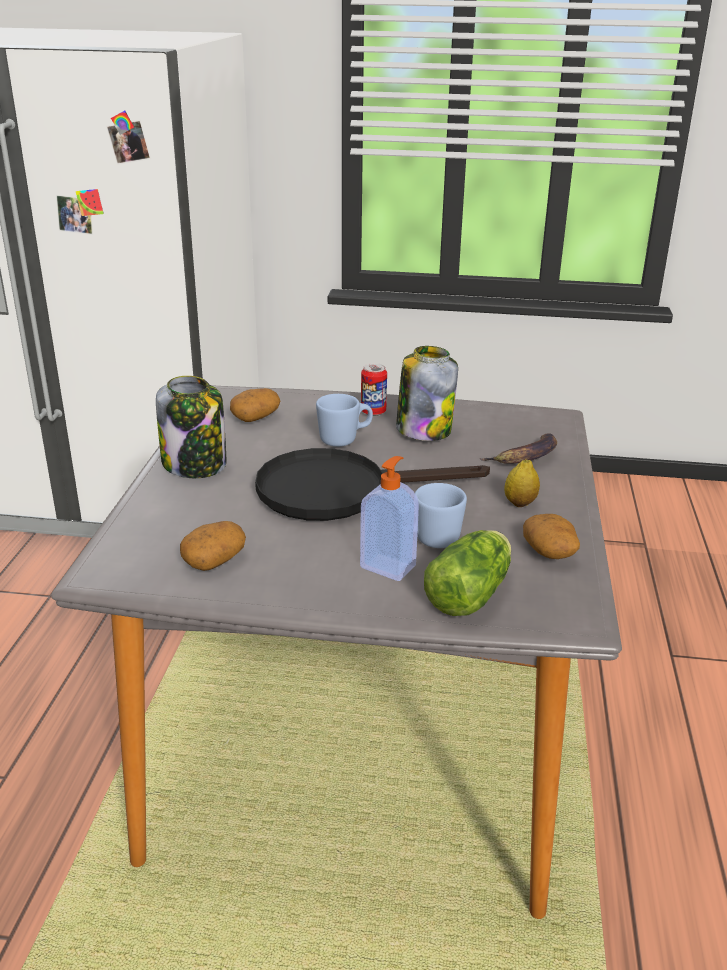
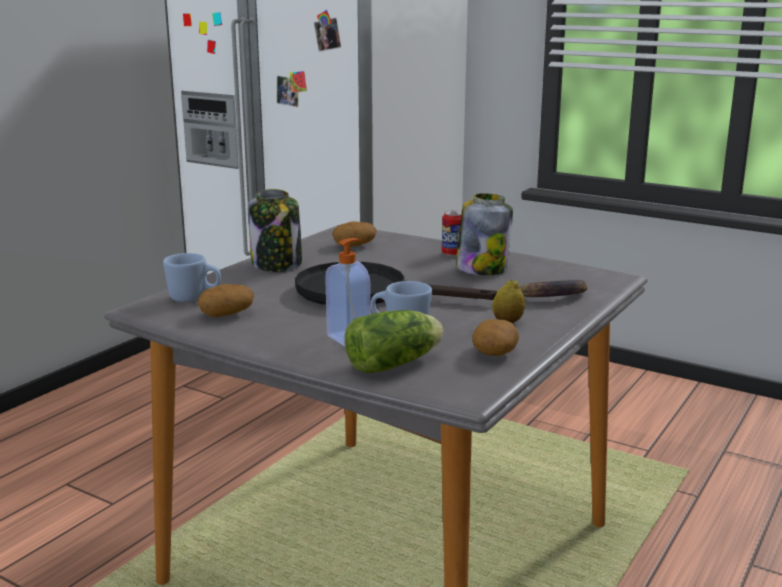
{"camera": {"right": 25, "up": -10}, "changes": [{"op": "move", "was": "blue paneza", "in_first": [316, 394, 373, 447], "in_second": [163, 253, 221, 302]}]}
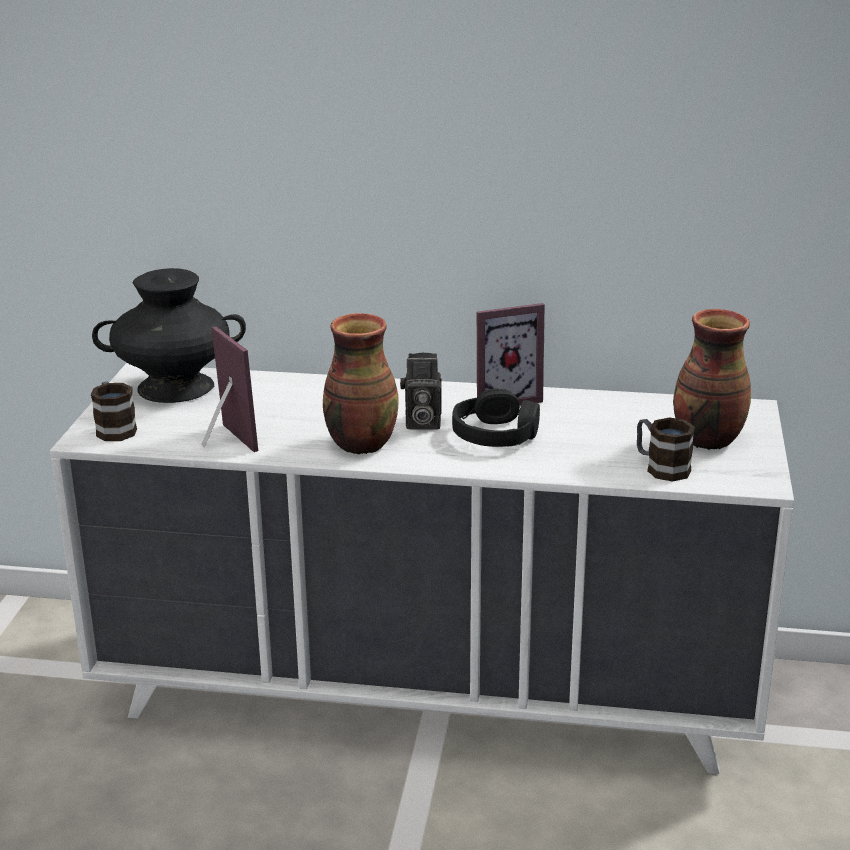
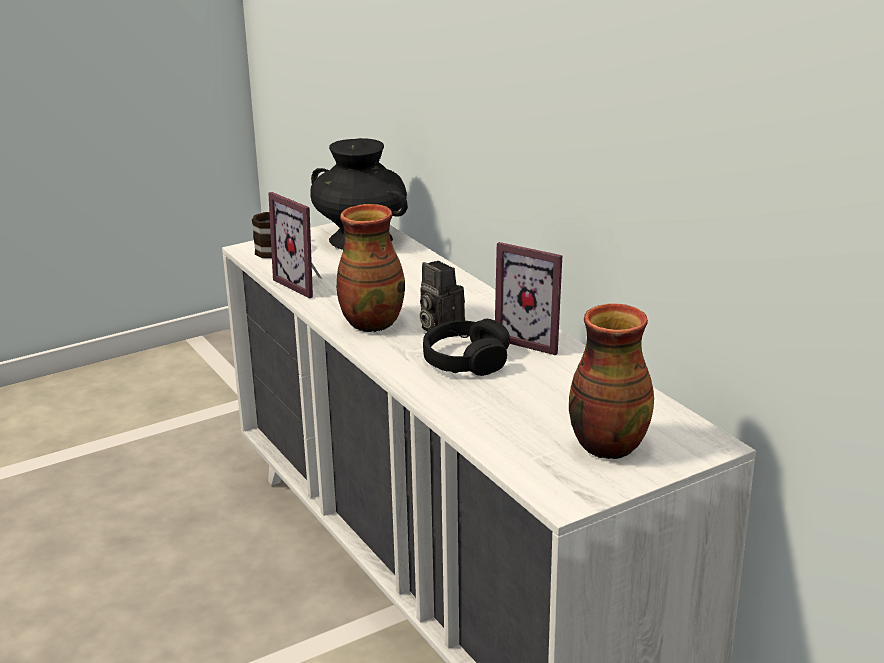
{"camera": {"right": 50, "up": 0}, "changes": [{"op": "delete", "was": "paneza", "in_first": [637, 417, 695, 482]}, {"op": "rotate", "was": "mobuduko", "in_first": [201, 326, 258, 452], "in_second": [268, 192, 322, 298], "clockwise": 120}]}
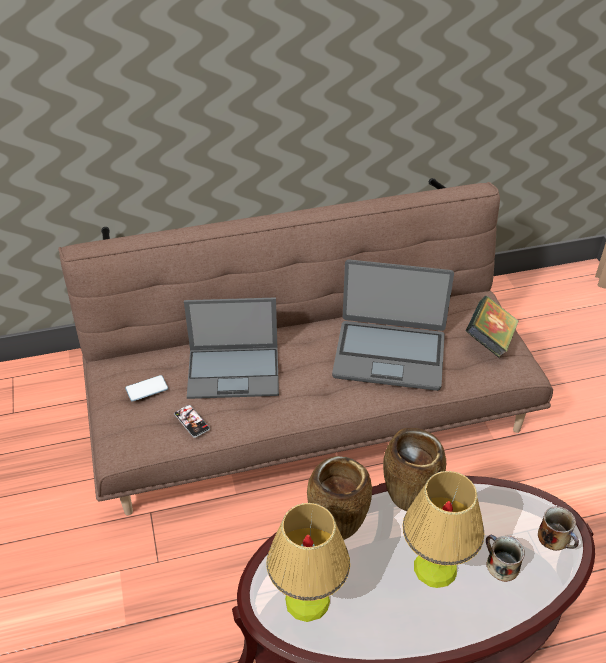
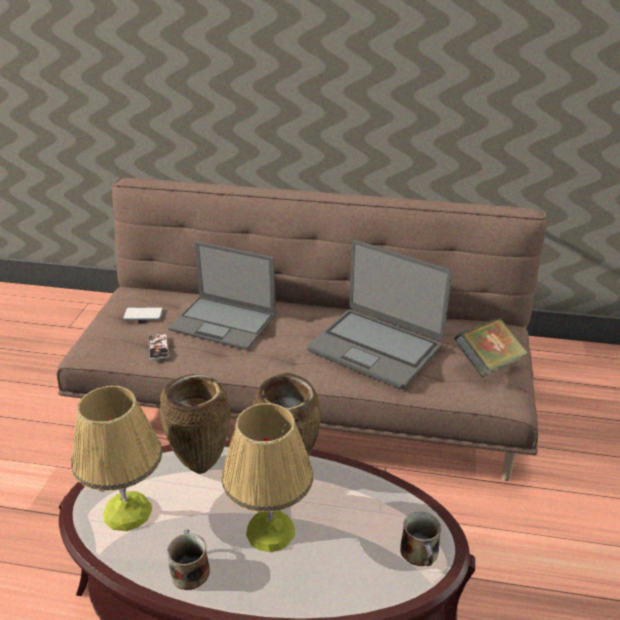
{"camera": {"right": 25, "up": -10}, "changes": [{"op": "move", "was": "paneza", "in_first": [486, 535, 525, 582], "in_second": [167, 529, 210, 590]}]}
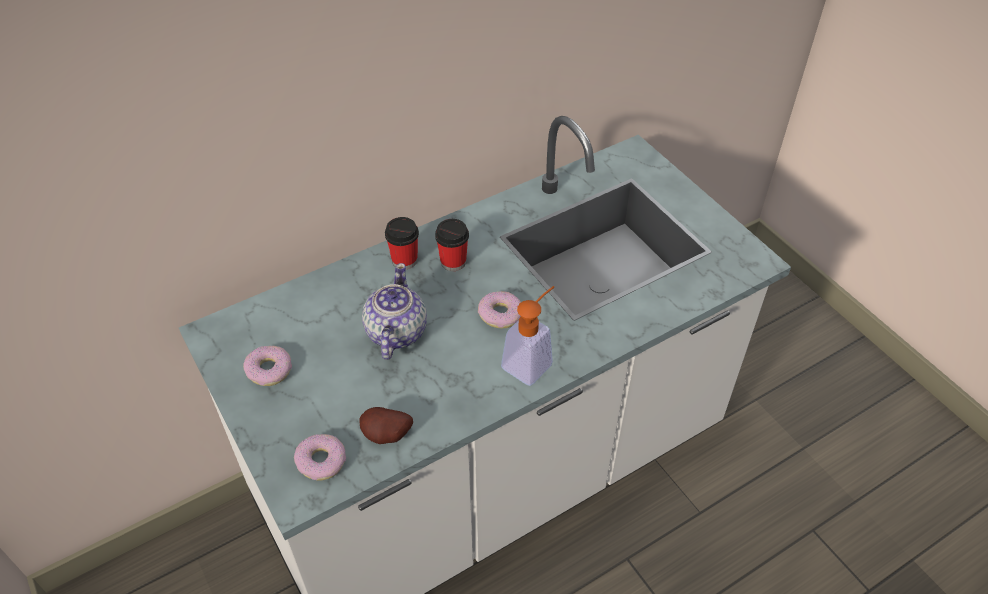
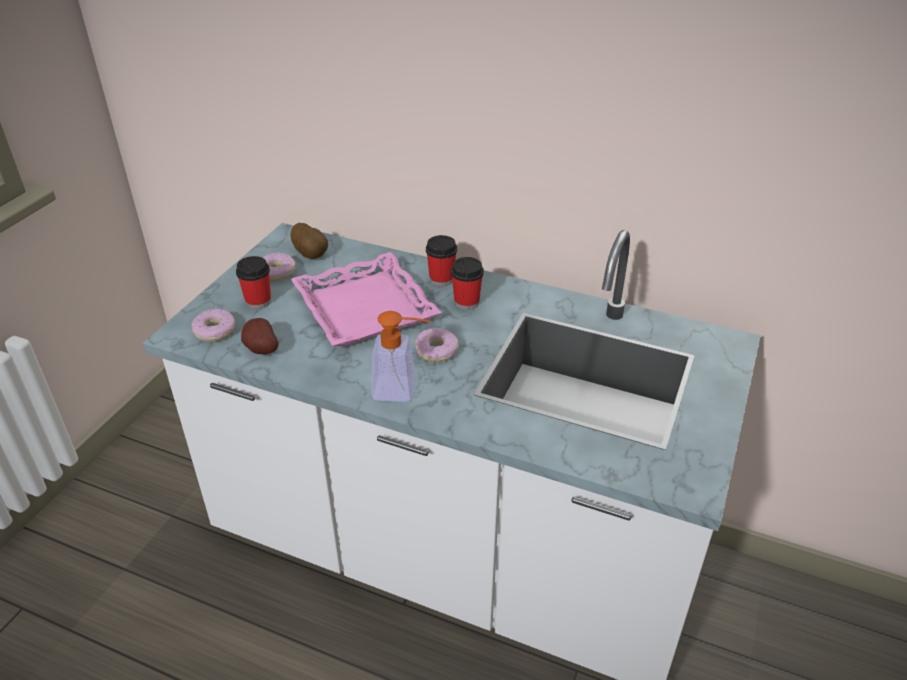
{"camera": {"right": 55, "up": -10}, "changes": [{"op": "insert", "now": "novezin", "in_second": [236, 256, 271, 309]}, {"op": "insert", "now": "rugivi", "in_second": [291, 223, 328, 259]}, {"op": "replace", "was": "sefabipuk", "now": "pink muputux", "in_first": [362, 263, 427, 360], "in_second": [291, 252, 442, 347]}]}
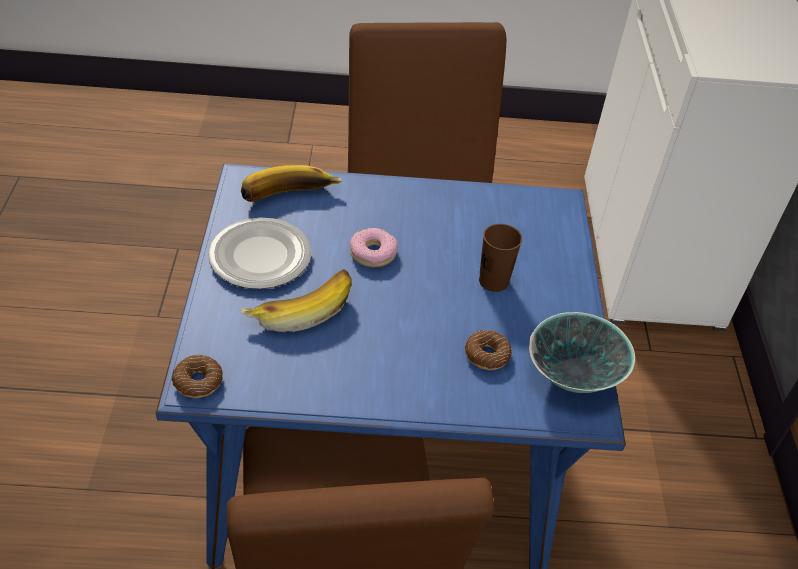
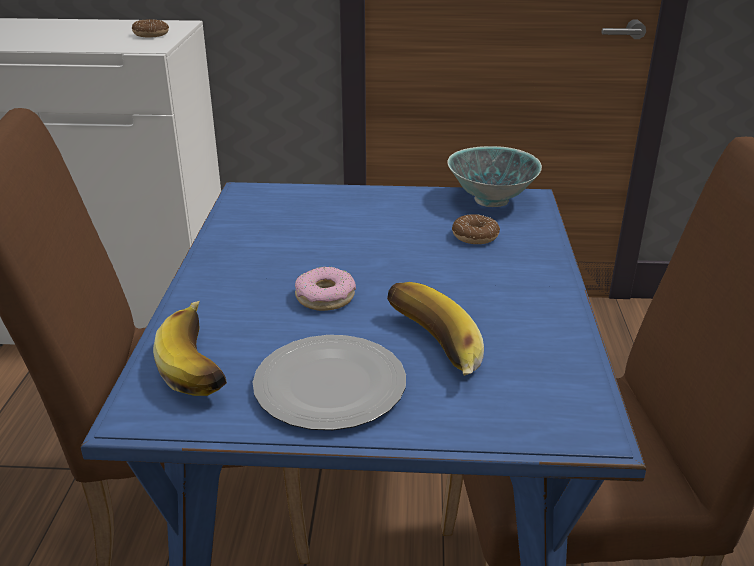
{"camera": {"right": -85, "up": -15}, "changes": [{"op": "delete", "was": "brown novezin", "in_first": [479, 224, 522, 292]}, {"op": "move", "was": "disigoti", "in_first": [172, 355, 223, 398], "in_second": [132, 19, 169, 38]}]}
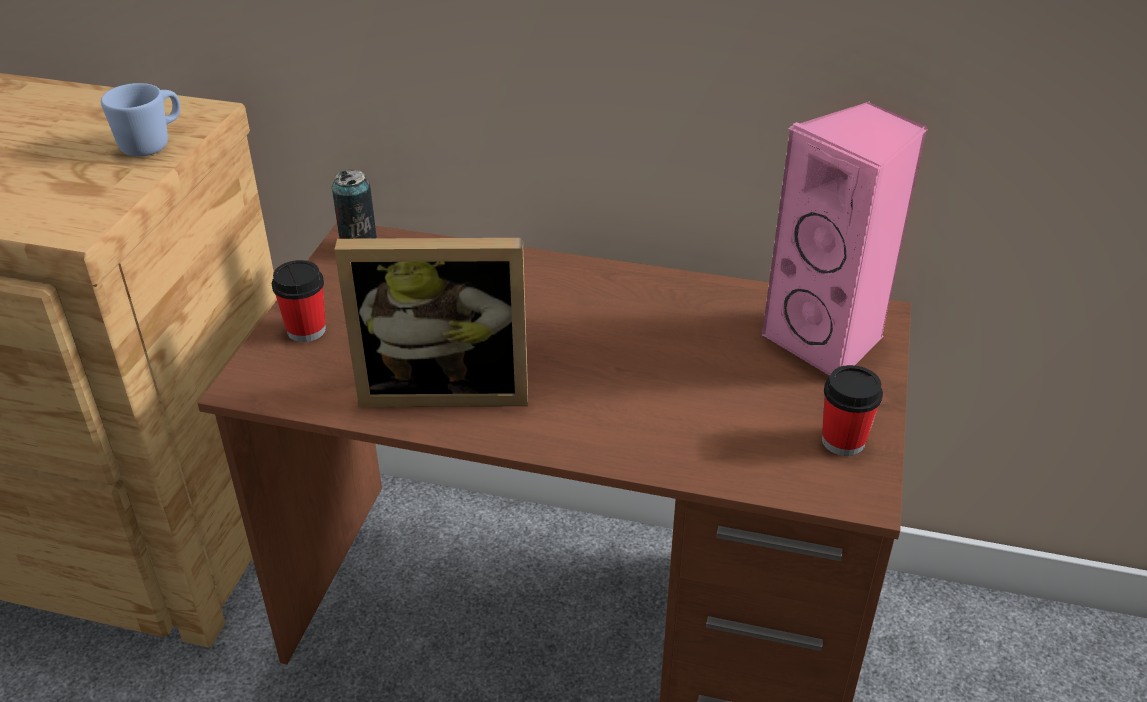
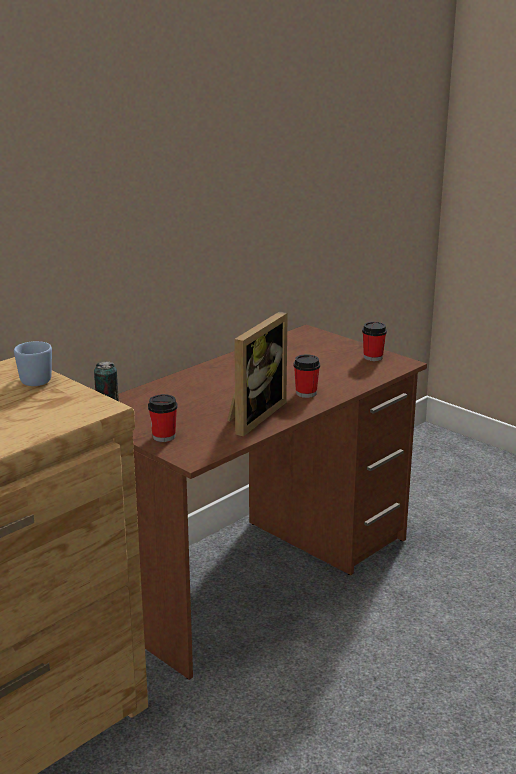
{"camera": {"right": -60, "up": -15}, "changes": [{"op": "delete", "was": "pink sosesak", "in_first": [761, 101, 927, 376]}, {"op": "insert", "now": "novezin", "in_second": [293, 354, 320, 398]}]}
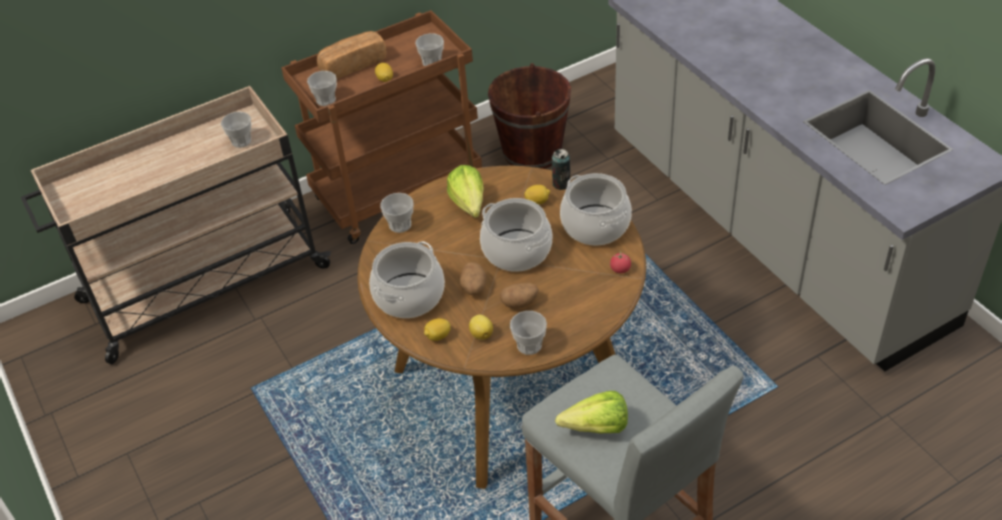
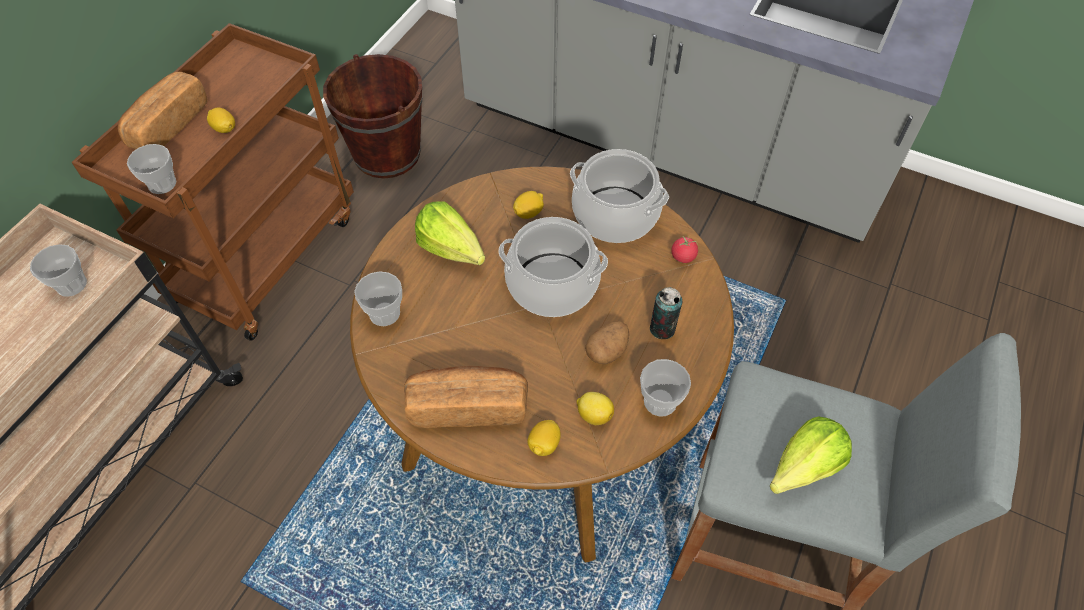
{"camera": {"right": -35, "up": 10}, "changes": [{"op": "delete", "was": "novezin", "in_first": [415, 33, 444, 66]}, {"op": "delete", "was": "rugivi", "in_first": [460, 262, 487, 295]}, {"op": "move", "was": "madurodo", "in_first": [552, 149, 570, 190], "in_second": [650, 287, 682, 339]}, {"op": "replace", "was": "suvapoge", "now": "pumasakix", "in_first": [369, 241, 445, 318], "in_second": [404, 366, 528, 428]}]}
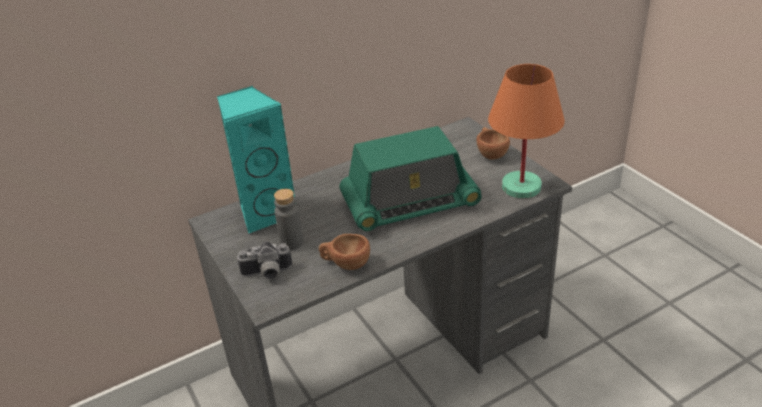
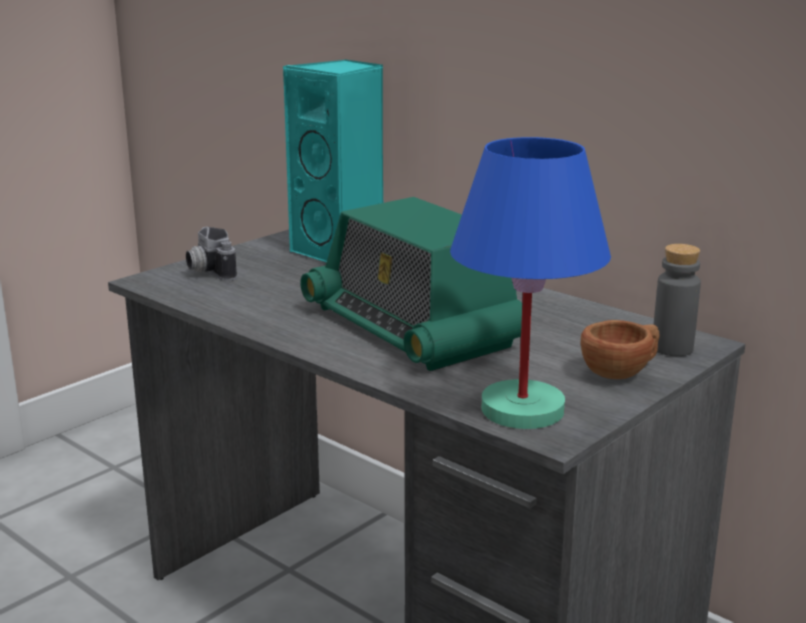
{"camera": {"right": 70, "up": -15}, "changes": [{"op": "delete", "was": "brown novezin", "in_first": [319, 234, 370, 270]}, {"op": "move", "was": "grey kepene", "in_first": [274, 189, 303, 250], "in_second": [654, 244, 701, 356]}, {"op": "recolor", "was": "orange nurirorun", "now": "blue nurirorun", "in_first": [488, 64, 565, 198], "in_second": [450, 137, 611, 429]}]}
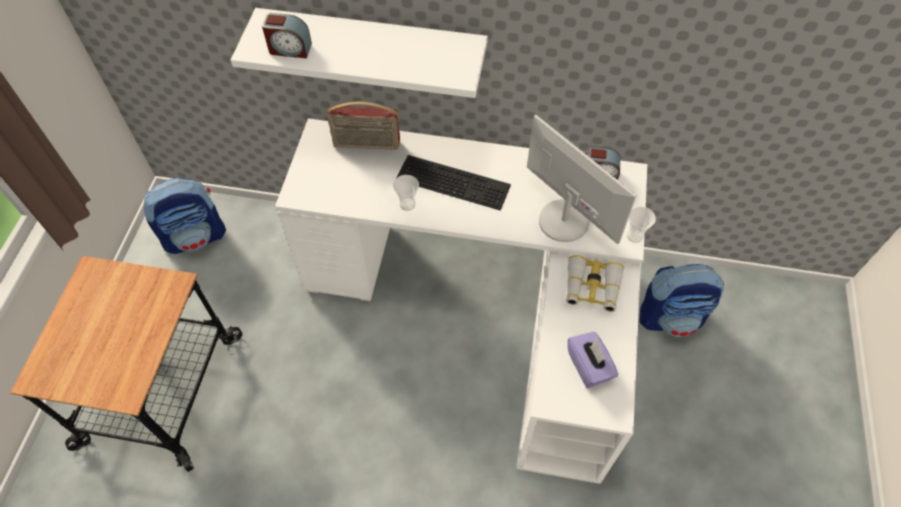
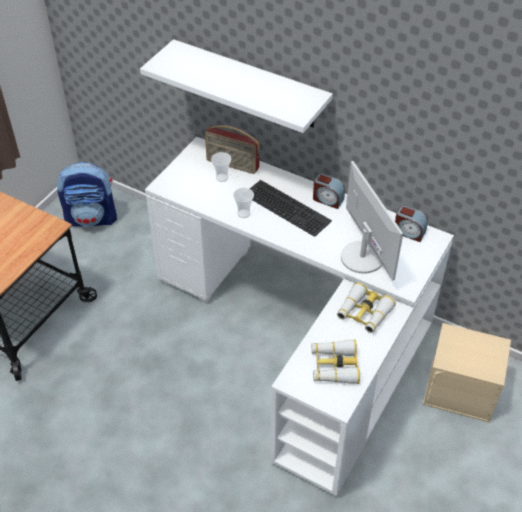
{"camera": {"right": 20, "up": -10}, "changes": [{"op": "move", "was": "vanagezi", "in_first": [262, 13, 312, 58], "in_second": [313, 173, 345, 209]}, {"op": "move", "was": "novezin", "in_first": [627, 207, 656, 243], "in_second": [211, 152, 231, 182]}, {"op": "replace", "was": "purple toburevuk", "now": "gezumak", "in_first": [567, 332, 618, 388], "in_second": [311, 339, 360, 384]}, {"op": "replace", "was": "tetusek", "now": "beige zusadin", "in_first": [639, 264, 724, 337], "in_second": [423, 323, 511, 423]}]}
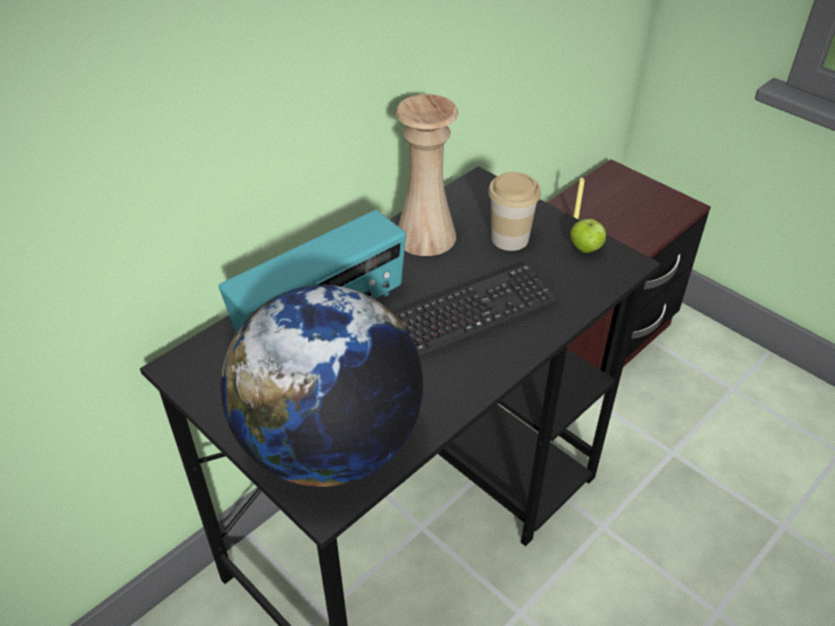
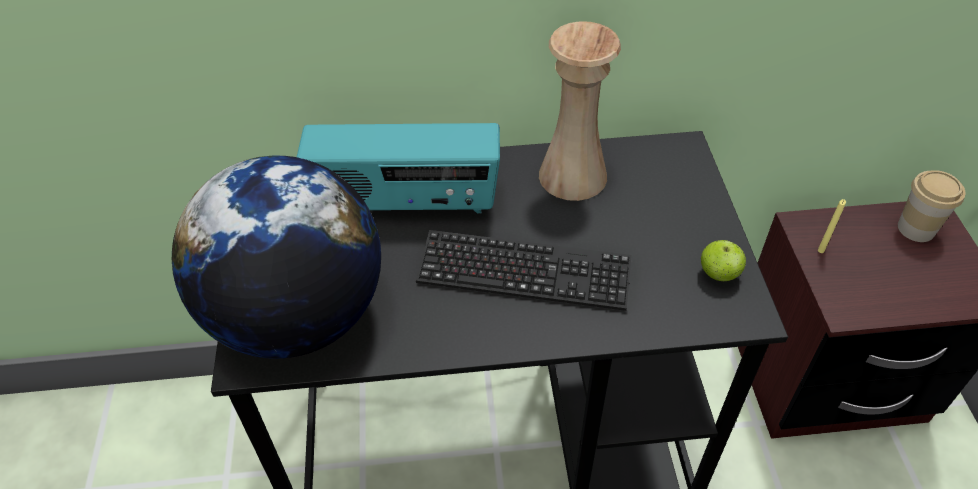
{"camera": {"right": 40, "up": 5}, "changes": [{"op": "move", "was": "novezin", "in_first": [488, 172, 541, 251], "in_second": [898, 170, 966, 242]}]}
